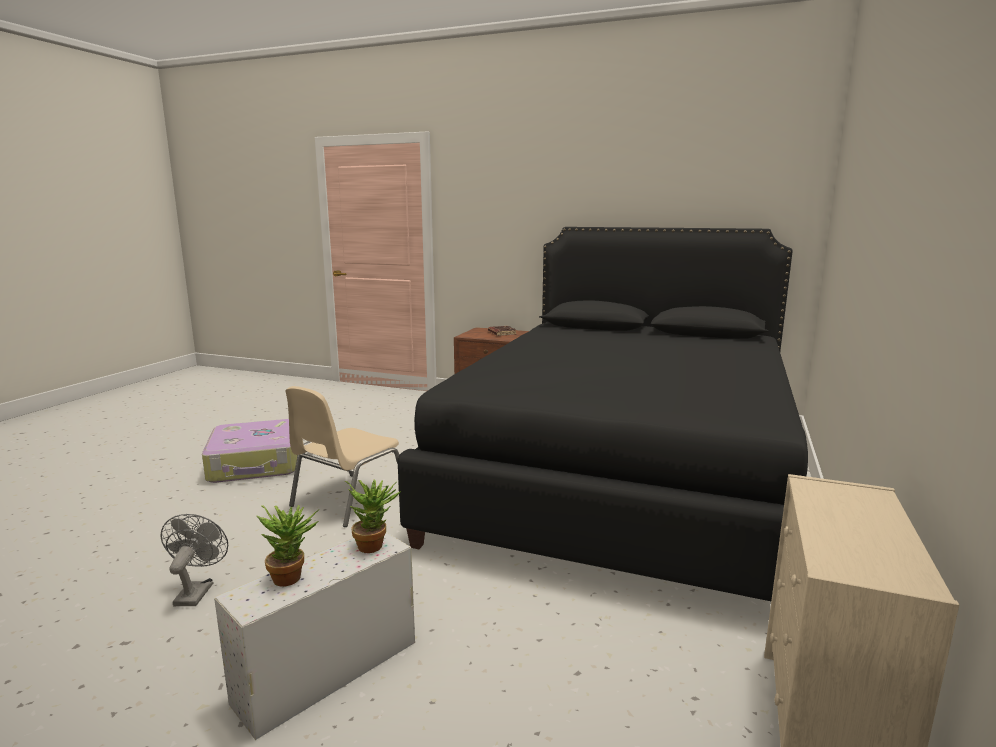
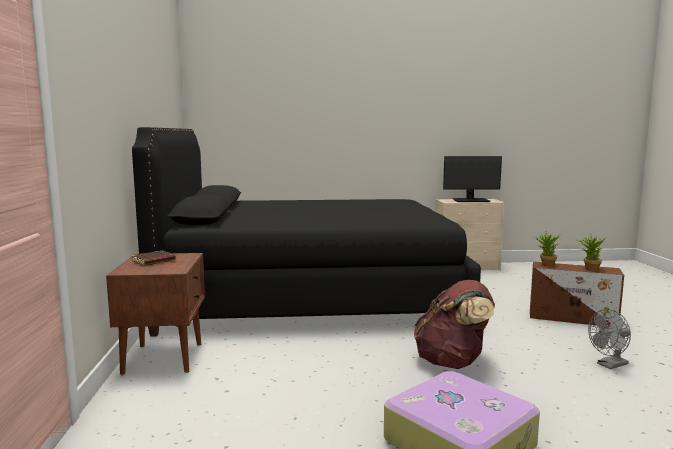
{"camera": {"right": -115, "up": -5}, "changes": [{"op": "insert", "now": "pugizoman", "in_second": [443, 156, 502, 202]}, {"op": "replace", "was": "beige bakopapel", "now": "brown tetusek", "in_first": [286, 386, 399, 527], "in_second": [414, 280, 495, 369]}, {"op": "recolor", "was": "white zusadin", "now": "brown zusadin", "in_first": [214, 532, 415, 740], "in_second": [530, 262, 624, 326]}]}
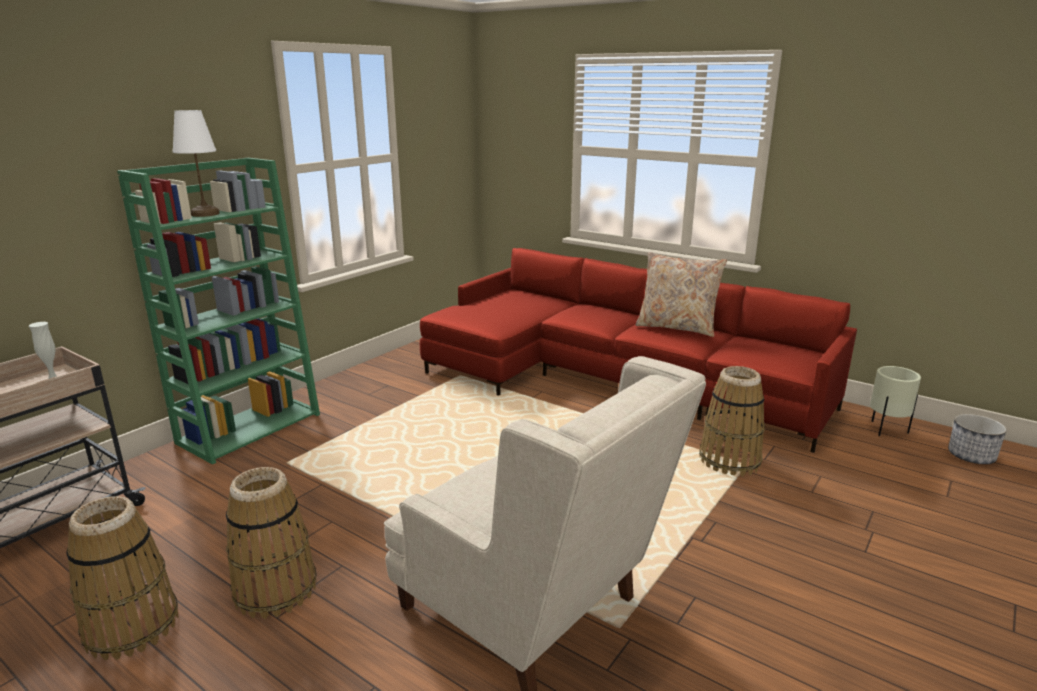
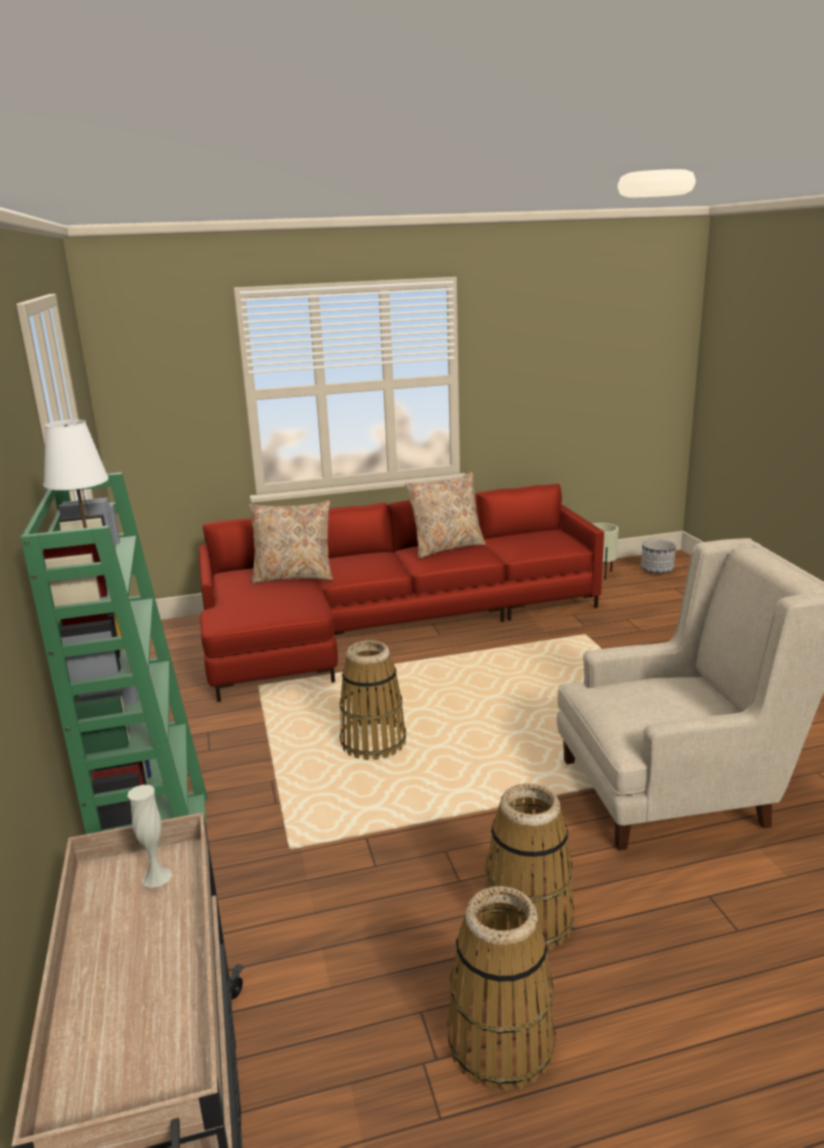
{"camera": {"right": -50, "up": 0}, "changes": [{"op": "insert", "now": "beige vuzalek", "in_second": [249, 500, 333, 584]}, {"op": "move", "was": "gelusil", "in_first": [699, 366, 765, 477], "in_second": [340, 640, 406, 760]}]}
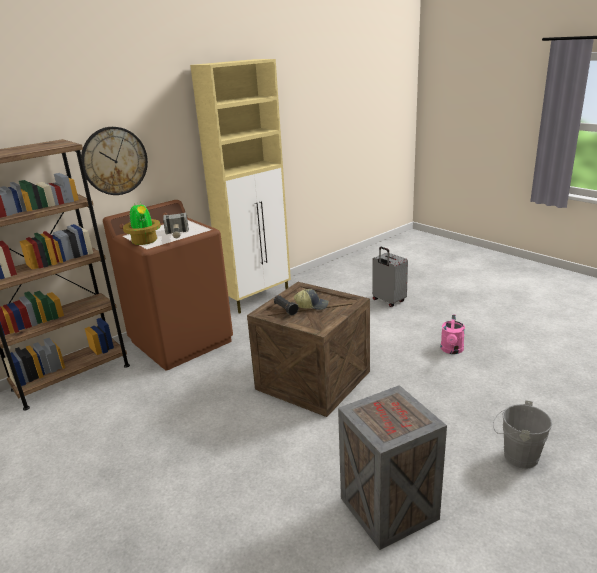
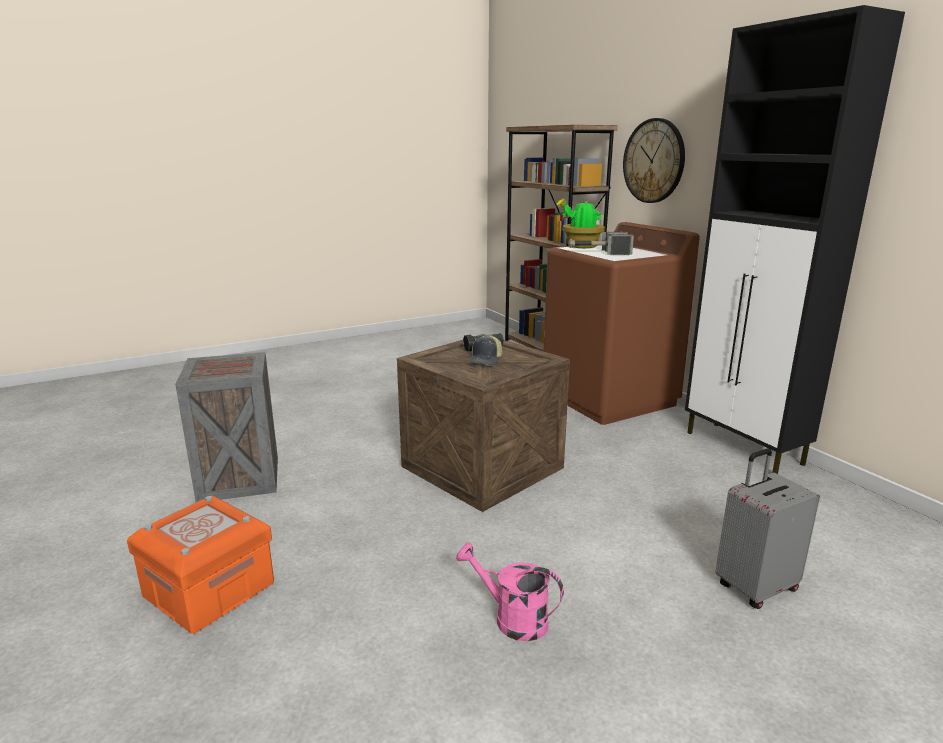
{"camera": {"right": 100, "up": -5}, "changes": [{"op": "replace", "was": "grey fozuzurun", "now": "orange zusadin", "in_first": [493, 400, 552, 469], "in_second": [127, 496, 274, 634]}, {"op": "recolor", "was": "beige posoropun", "now": "black posoropun", "in_first": [190, 59, 291, 314], "in_second": [685, 5, 905, 474]}]}
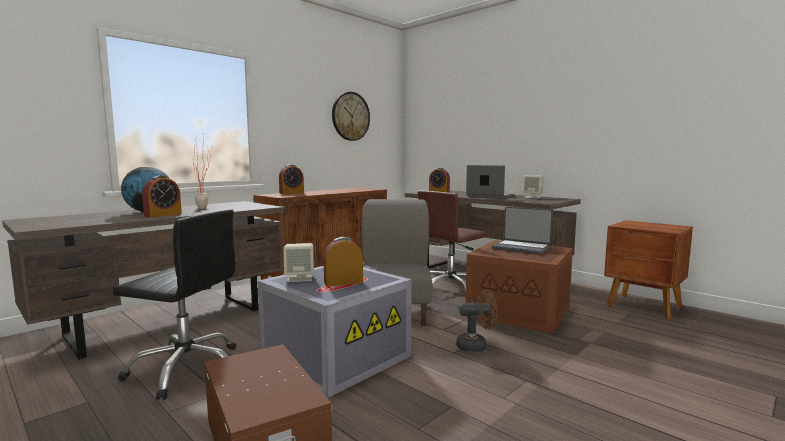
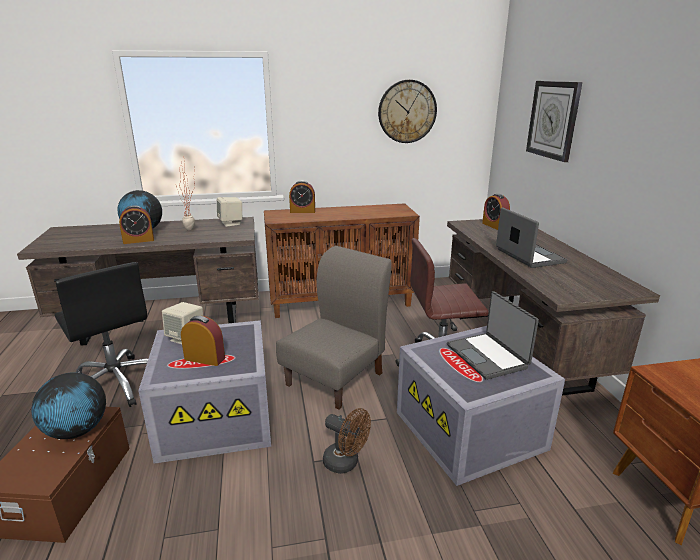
{"camera": {"right": 35, "up": 15}, "changes": [{"op": "insert", "now": "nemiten", "in_second": [31, 372, 106, 439]}, {"op": "insert", "now": "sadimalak", "in_second": [526, 81, 582, 162]}, {"op": "move", "was": "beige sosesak", "in_first": [522, 175, 544, 198], "in_second": [217, 197, 242, 227]}, {"op": "recolor", "was": "brown zusadin", "now": "grey zusadin", "in_first": [466, 240, 573, 334], "in_second": [397, 326, 565, 486]}]}
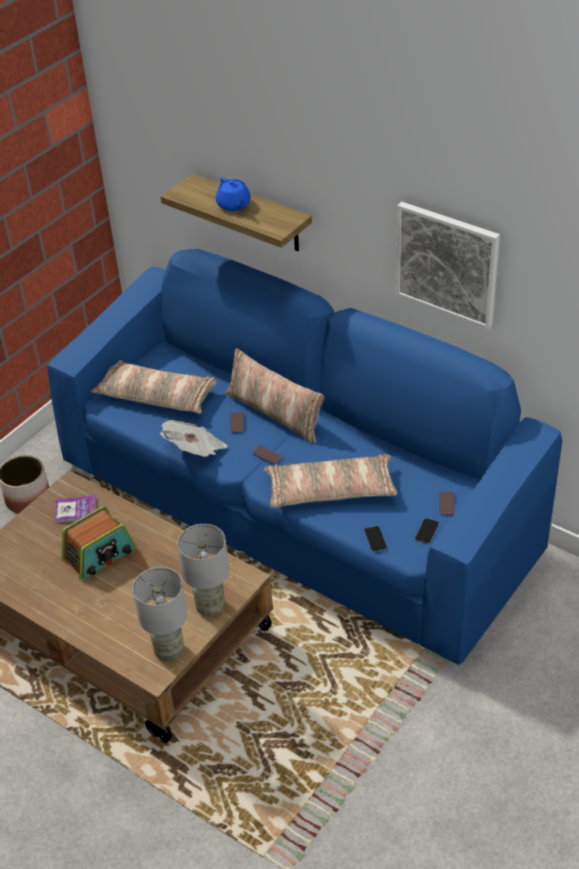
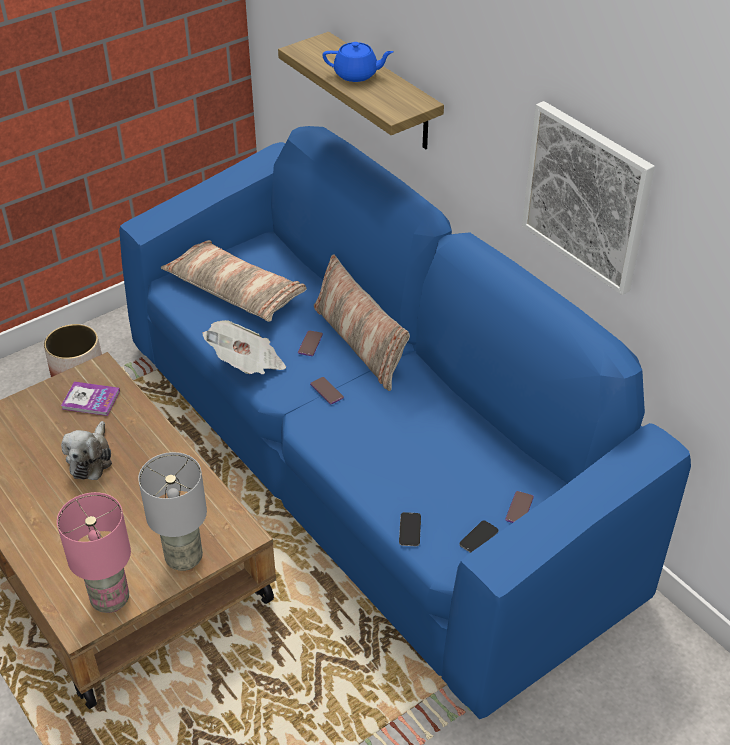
{"camera": {"right": 15, "up": 0}, "changes": [{"op": "delete", "was": "vuzalek", "in_first": [264, 454, 398, 508]}, {"op": "replace", "was": "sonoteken", "now": "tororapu", "in_first": [62, 506, 136, 581], "in_second": [61, 421, 112, 480]}, {"op": "recolor", "was": "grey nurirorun", "now": "pink nurirorun", "in_first": [133, 567, 187, 661], "in_second": [57, 492, 131, 613]}, {"op": "rotate", "was": "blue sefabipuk", "in_first": [216, 177, 251, 211], "in_second": [323, 42, 393, 82], "clockwise": -75}]}
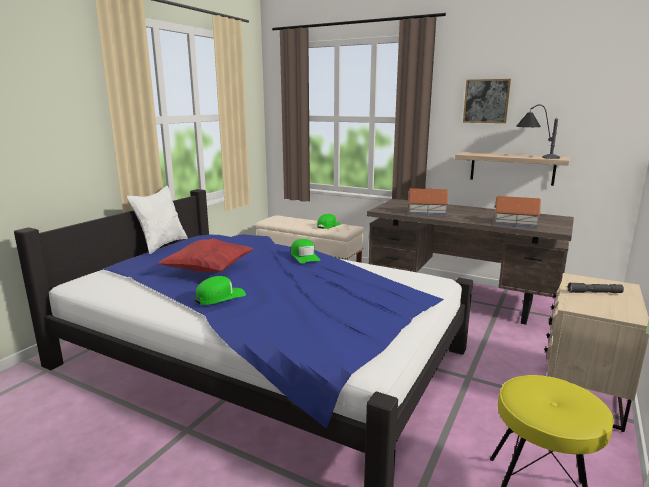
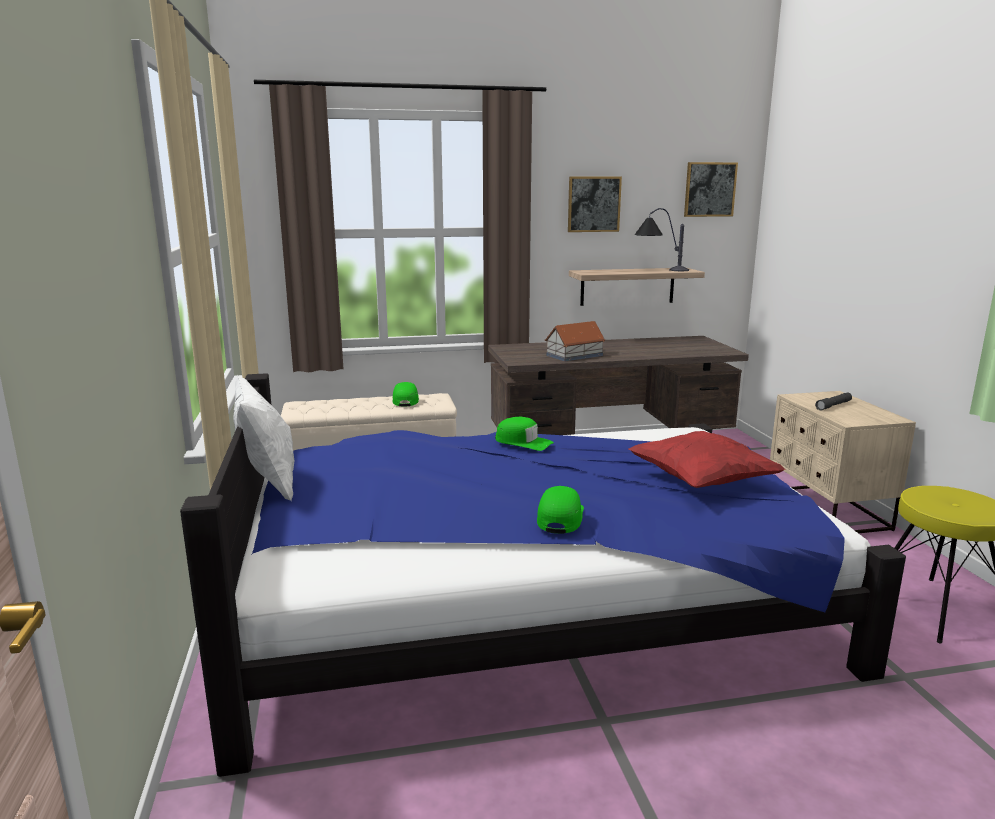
{"camera": {"right": -40, "up": 0}, "changes": [{"op": "delete", "was": "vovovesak", "in_first": [494, 196, 541, 228]}, {"op": "insert", "now": "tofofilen", "in_second": [684, 162, 738, 217]}, {"op": "move", "was": "red vuzalek", "in_first": [158, 238, 253, 273], "in_second": [629, 431, 786, 488]}]}
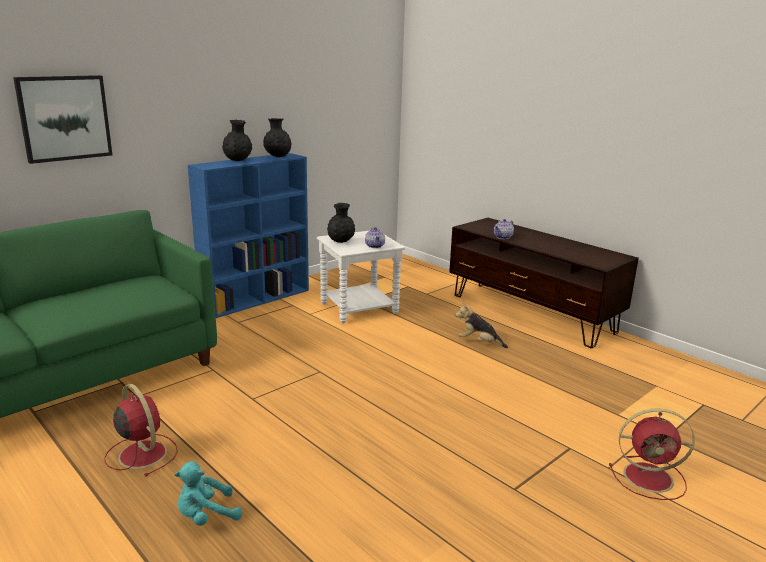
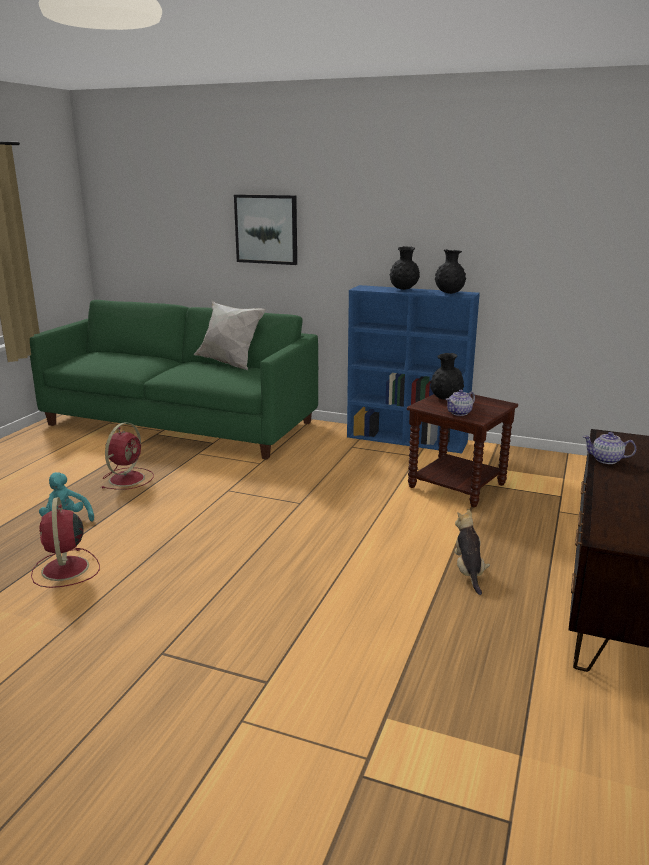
{"camera": {"right": 65, "up": 0}, "changes": [{"op": "insert", "now": "white vuzalek", "in_second": [194, 300, 266, 370]}, {"op": "move", "was": "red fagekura", "in_first": [609, 408, 695, 500], "in_second": [31, 497, 100, 588]}, {"op": "recolor", "was": "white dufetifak", "now": "brown dufetifak", "in_first": [317, 231, 405, 324], "in_second": [407, 393, 518, 507]}]}
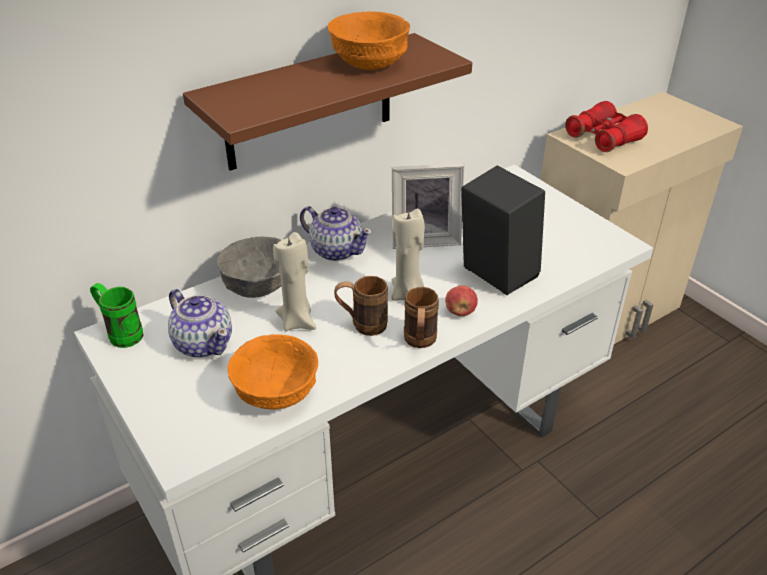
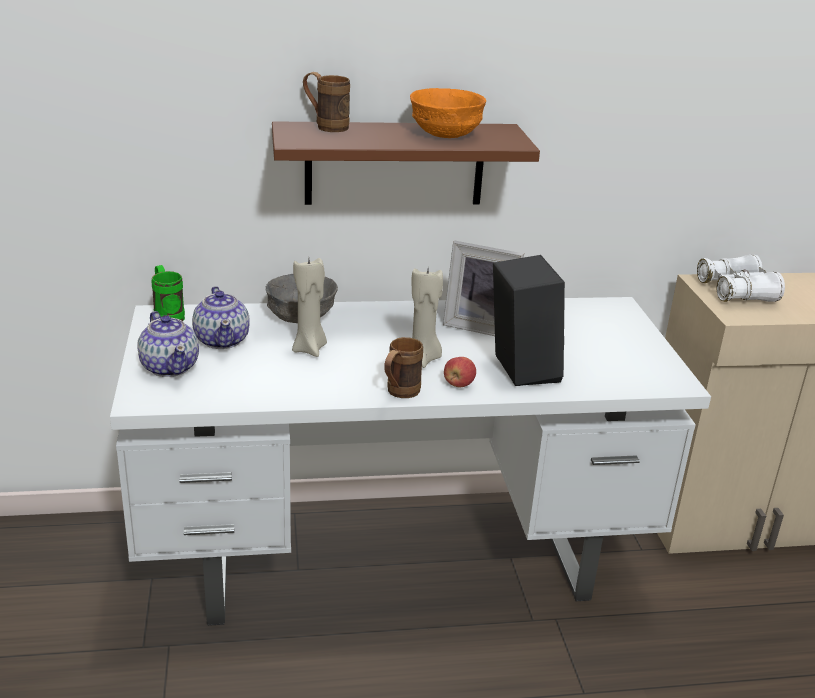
{"camera": {"right": 25, "up": -10}, "changes": [{"op": "delete", "was": "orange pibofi", "in_first": [228, 334, 318, 410]}, {"op": "move", "was": "sefabipuk", "in_first": [300, 206, 373, 261], "in_second": [137, 311, 199, 377]}, {"op": "move", "was": "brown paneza", "in_first": [334, 276, 388, 336], "in_second": [303, 72, 350, 132]}, {"op": "recolor", "was": "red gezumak", "now": "white gezumak", "in_first": [565, 101, 648, 152], "in_second": [697, 255, 785, 302]}]}
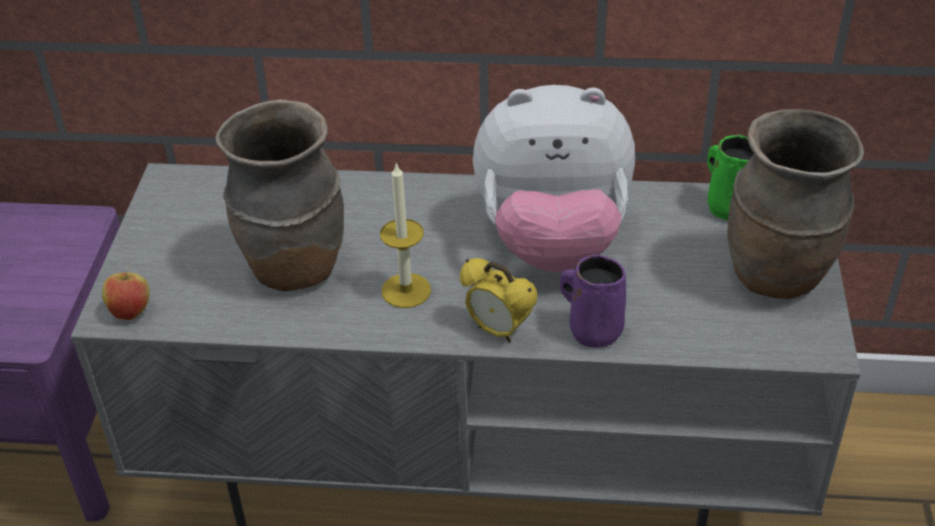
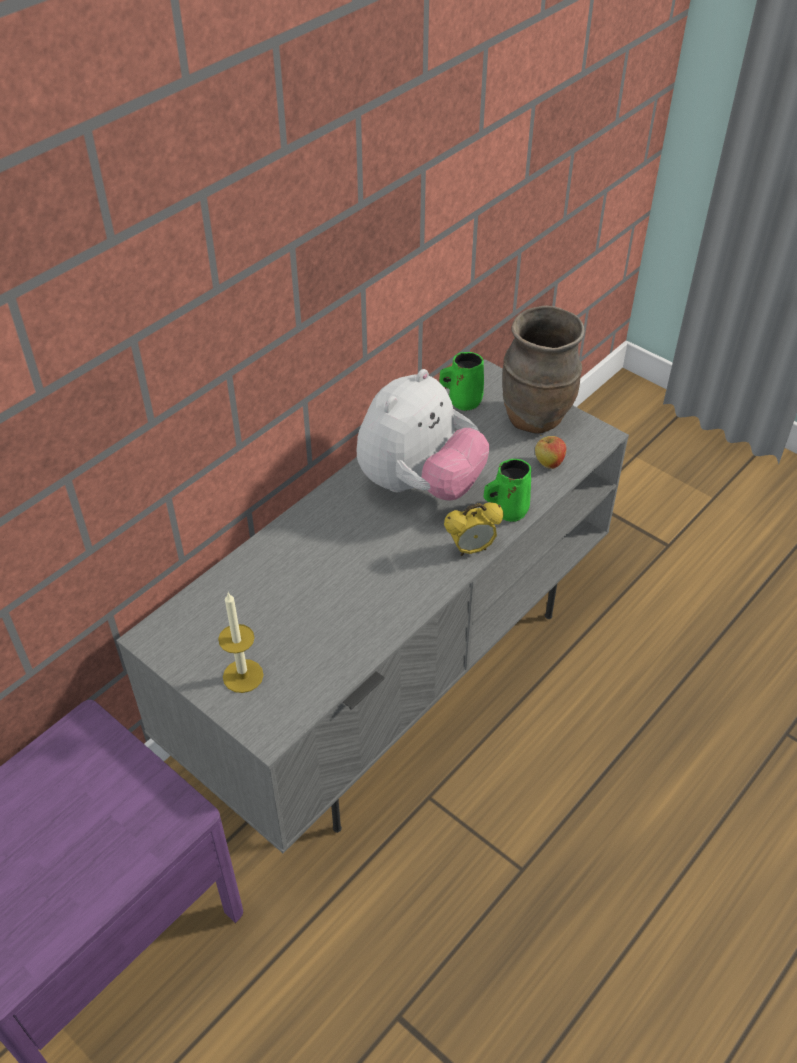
{"camera": {"right": -55, "up": 5}, "changes": [{"op": "delete", "was": "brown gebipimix", "in_first": [216, 99, 344, 291]}, {"op": "move", "was": "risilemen", "in_first": [102, 265, 150, 320], "in_second": [535, 435, 566, 469]}, {"op": "move", "was": "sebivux", "in_first": [380, 162, 431, 308], "in_second": [218, 593, 264, 693]}, {"op": "recolor", "was": "purple paneza", "now": "green paneza", "in_first": [560, 255, 626, 348], "in_second": [484, 459, 531, 522]}]}
